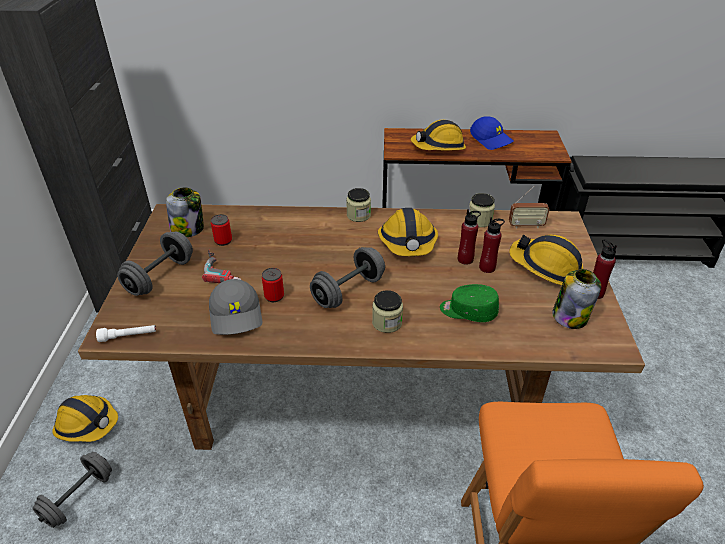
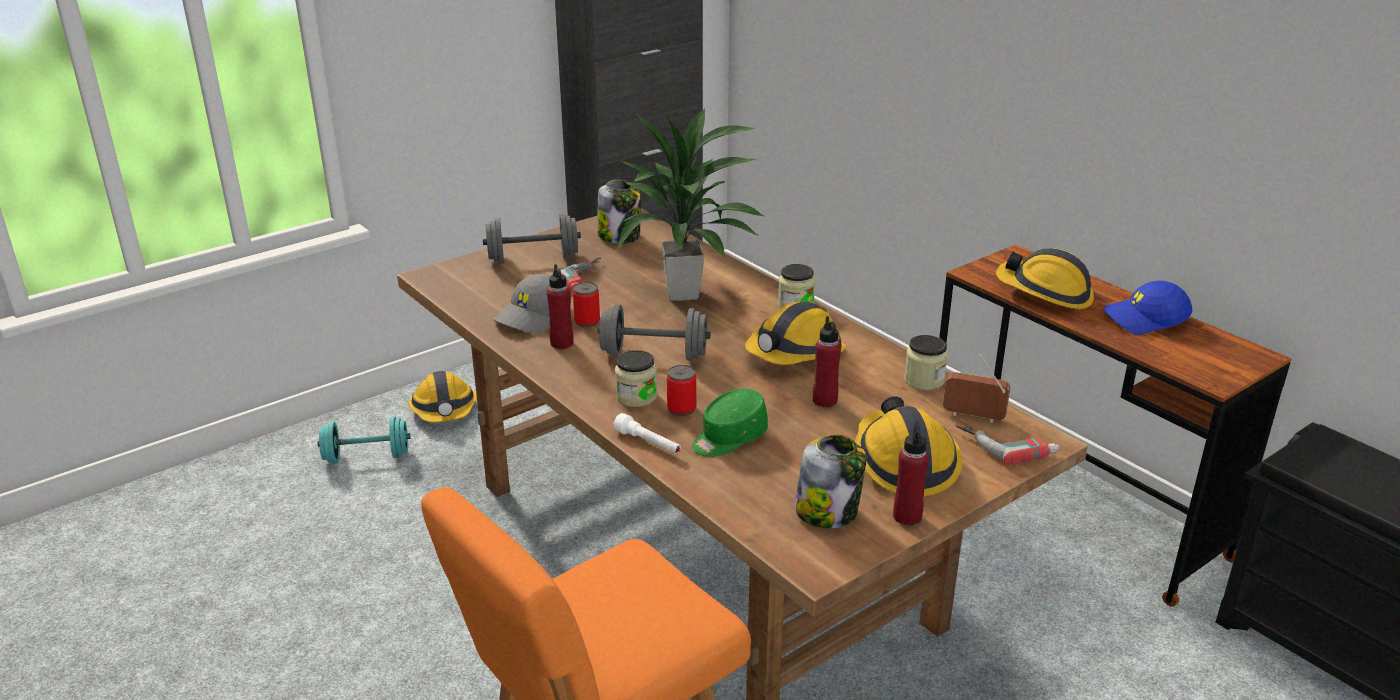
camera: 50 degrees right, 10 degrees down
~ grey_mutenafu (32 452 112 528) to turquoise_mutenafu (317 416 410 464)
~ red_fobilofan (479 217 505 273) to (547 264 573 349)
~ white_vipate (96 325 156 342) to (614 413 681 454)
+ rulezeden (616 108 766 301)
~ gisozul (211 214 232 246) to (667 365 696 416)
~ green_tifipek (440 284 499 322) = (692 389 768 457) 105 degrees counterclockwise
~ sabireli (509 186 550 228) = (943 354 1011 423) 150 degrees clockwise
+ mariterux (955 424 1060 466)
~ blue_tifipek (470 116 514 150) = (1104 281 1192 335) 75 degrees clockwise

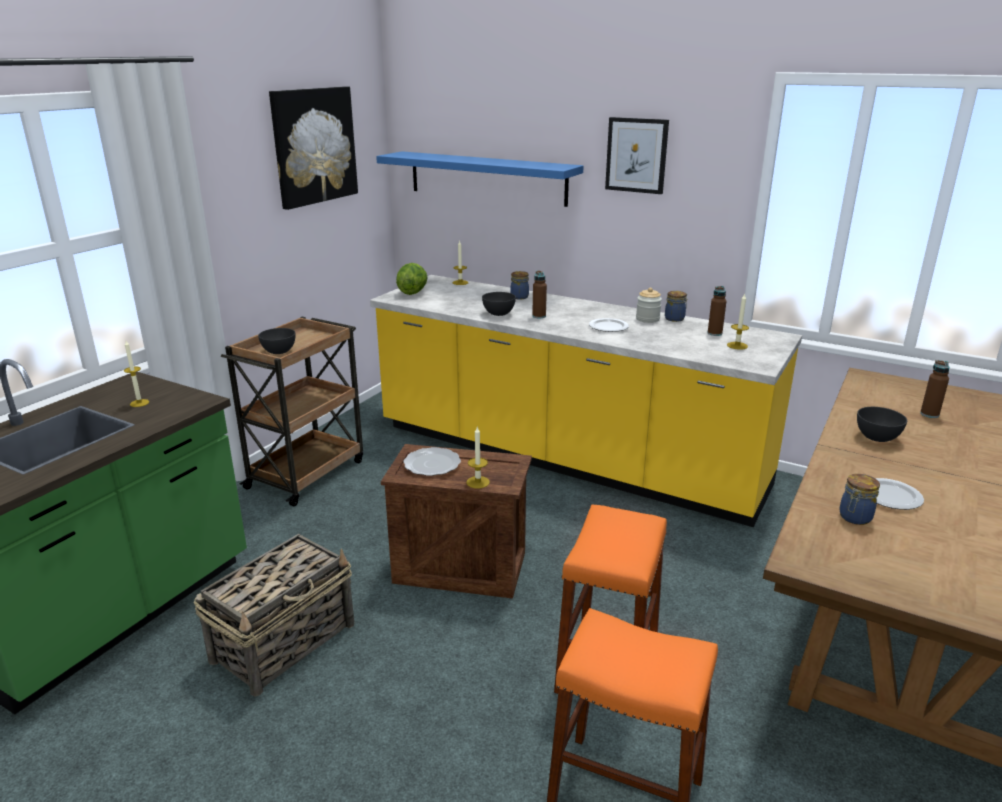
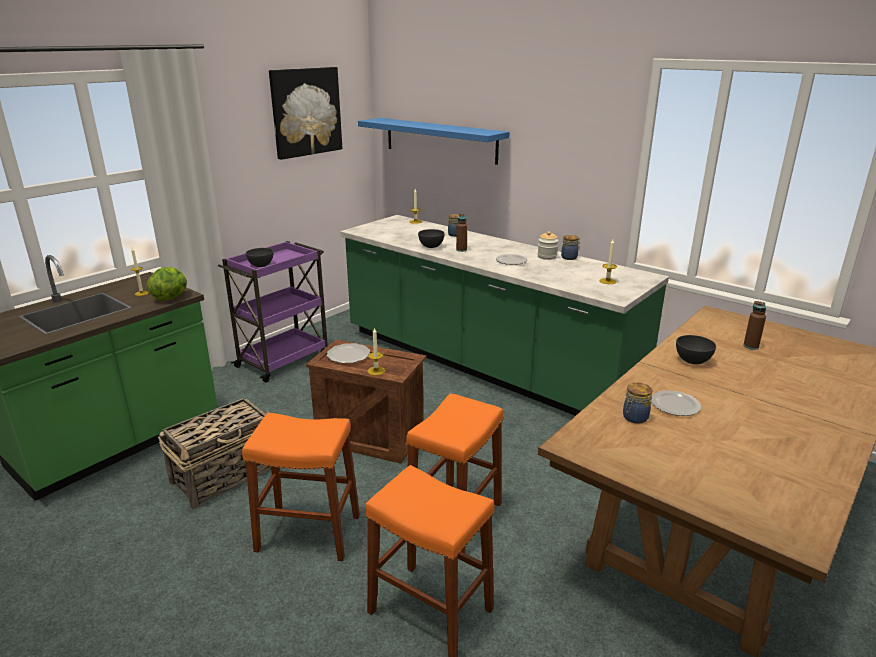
camera: 10 degrees right, 0 degrees up
~ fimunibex (396 263 428 295) to (147 267 187 301)
~ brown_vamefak (221 317 363 506) to purple_vamefak (218 241 328 383)
+ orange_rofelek (242 413 360 561)
~ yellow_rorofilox (370 275 802 527) to green_rorofilox (340 215 669 416)
- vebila (605 117 669 194)
- brown_fobilofan (708 286 727 336)

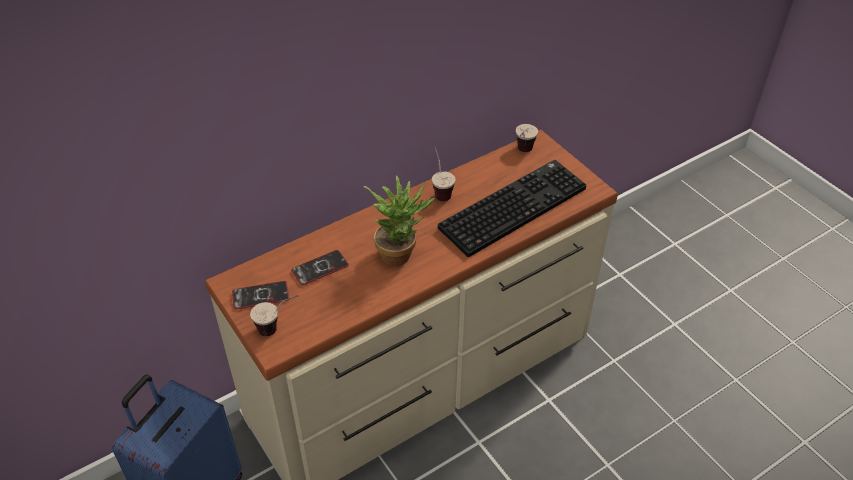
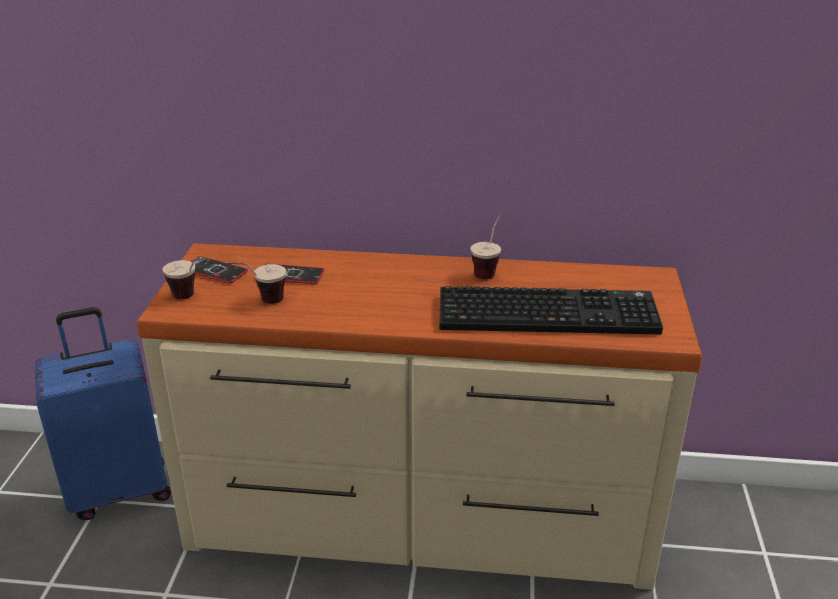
camera: 40 degrees right, 15 degrees down
~ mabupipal (516 124 538 152) to (226 262 286 304)
- rulezeden (364 176 435 266)

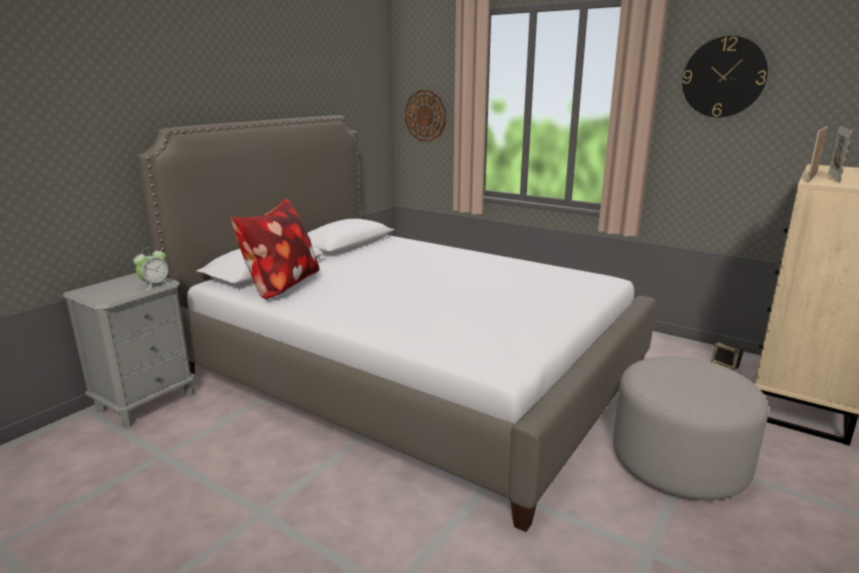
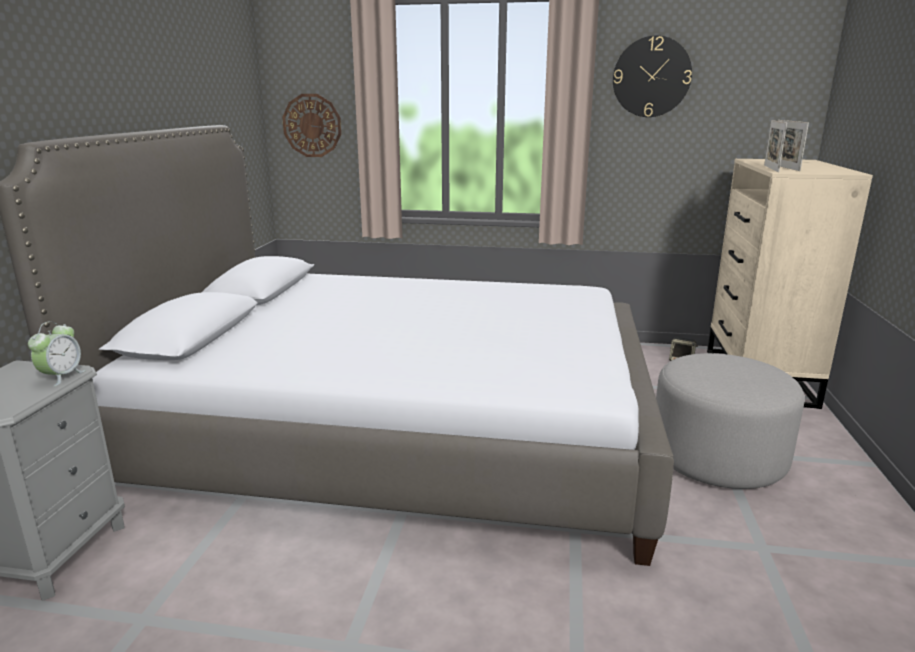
camera: 25 degrees left, 0 degrees up
- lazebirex (231 199 319 299)

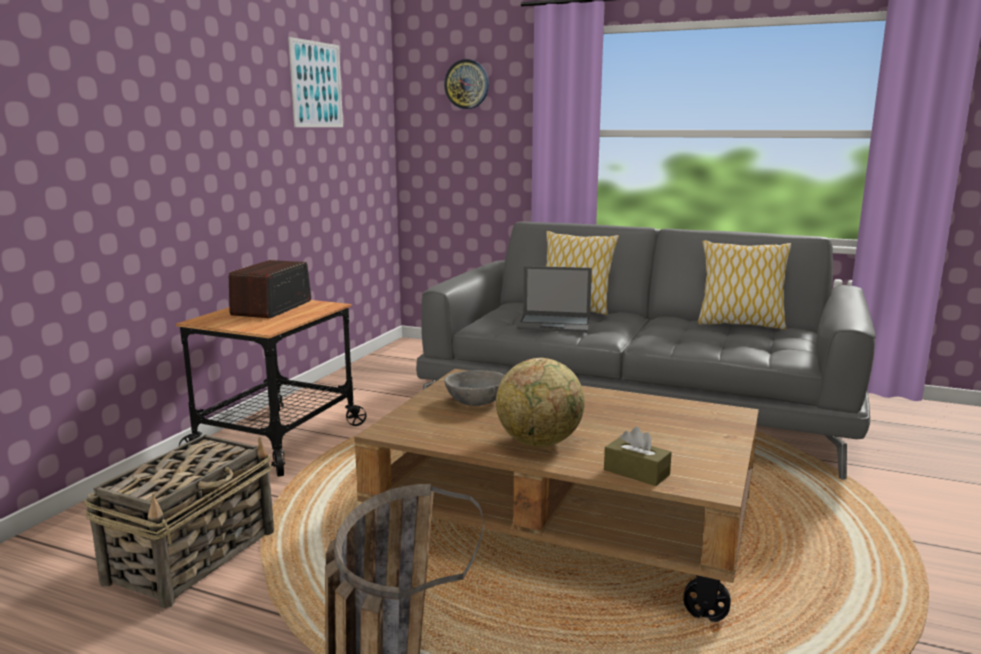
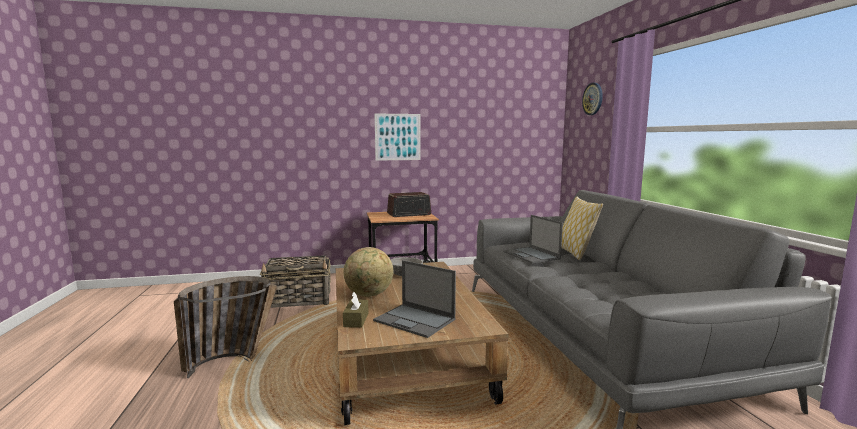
camera: 55 degrees right, 5 degrees down
+ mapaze (373 260 456 338)
~ vebila (288 37 343 127) to (375 114 421 161)
- lazebirex (698 240 791 330)

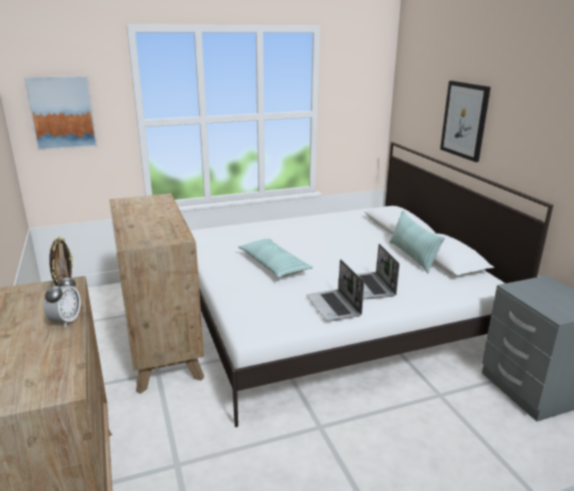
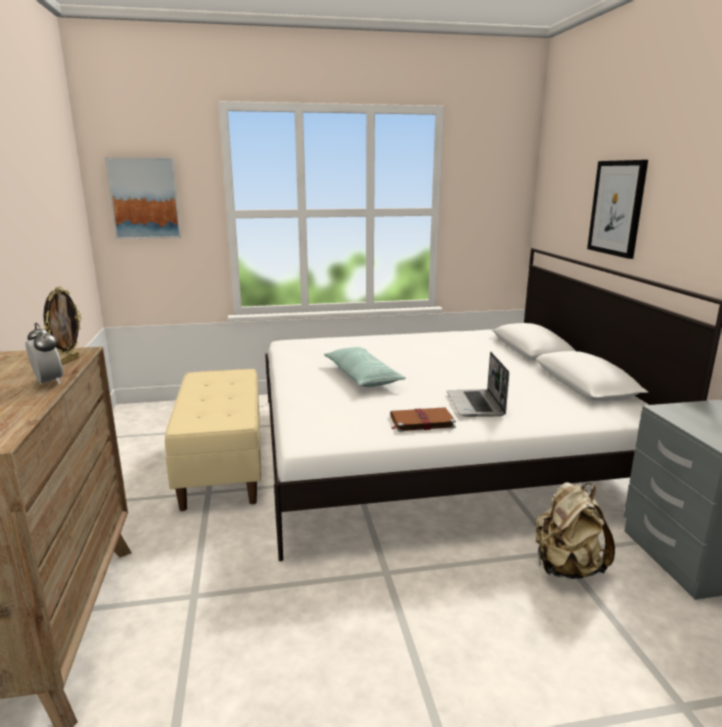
camera: 10 degrees right, 5 degrees down
~ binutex (44 274 81 328) = (25 323 64 384) 60 degrees counterclockwise
~ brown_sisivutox (109 193 204 394) to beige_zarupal (165 369 261 511)
~ mapaze (307 259 364 321) to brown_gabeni (390 407 456 432)
+ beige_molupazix (535 482 615 579)
- lazebirex (389 211 445 273)

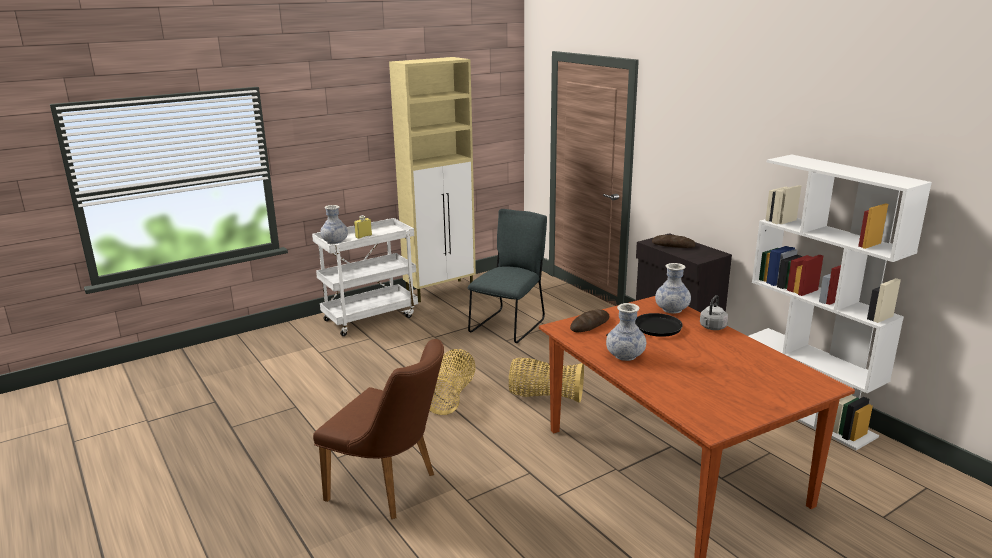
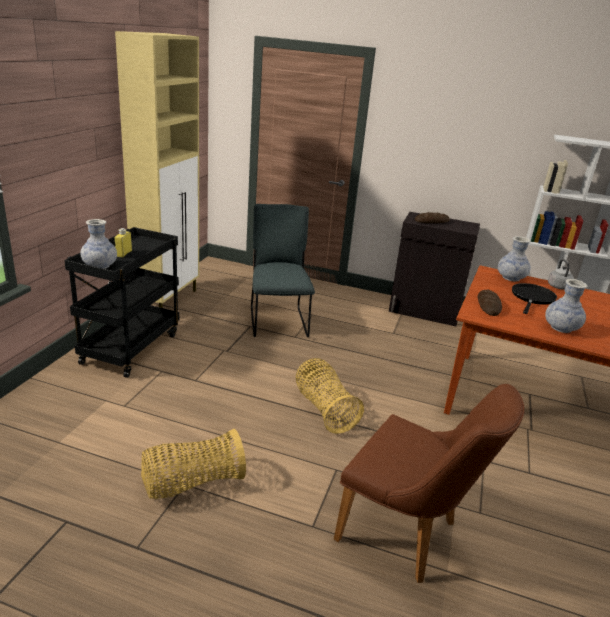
camera: 40 degrees left, 5 degrees up
~ white_vamefak (312 218 418 336) to black_vamefak (64 227 179 378)
~ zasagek (509 358 584 403) to (141 429 246 499)
~ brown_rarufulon (313 339 444 519) = (334 384 525 583) 45 degrees clockwise

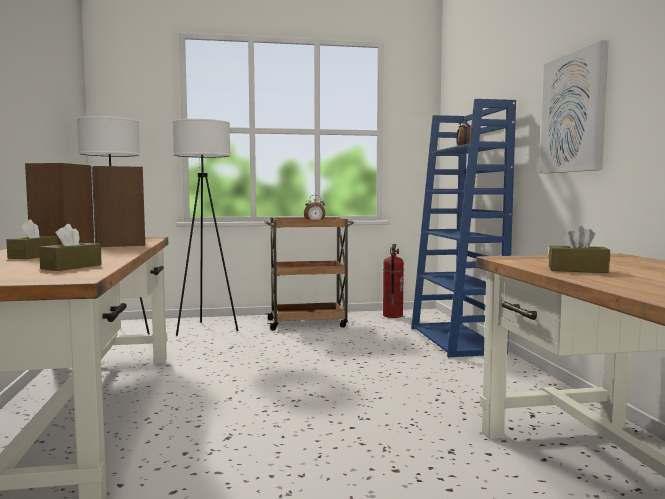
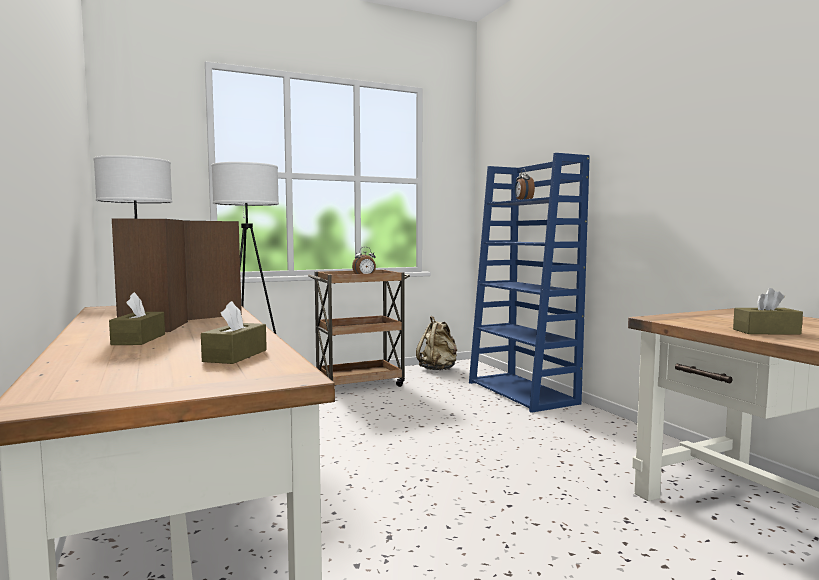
camera: 15 degrees left, 0 degrees up
~ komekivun (383 244 404 318) to beige_molupazix (416 316 457 370)
- vebila (540 40 609 174)

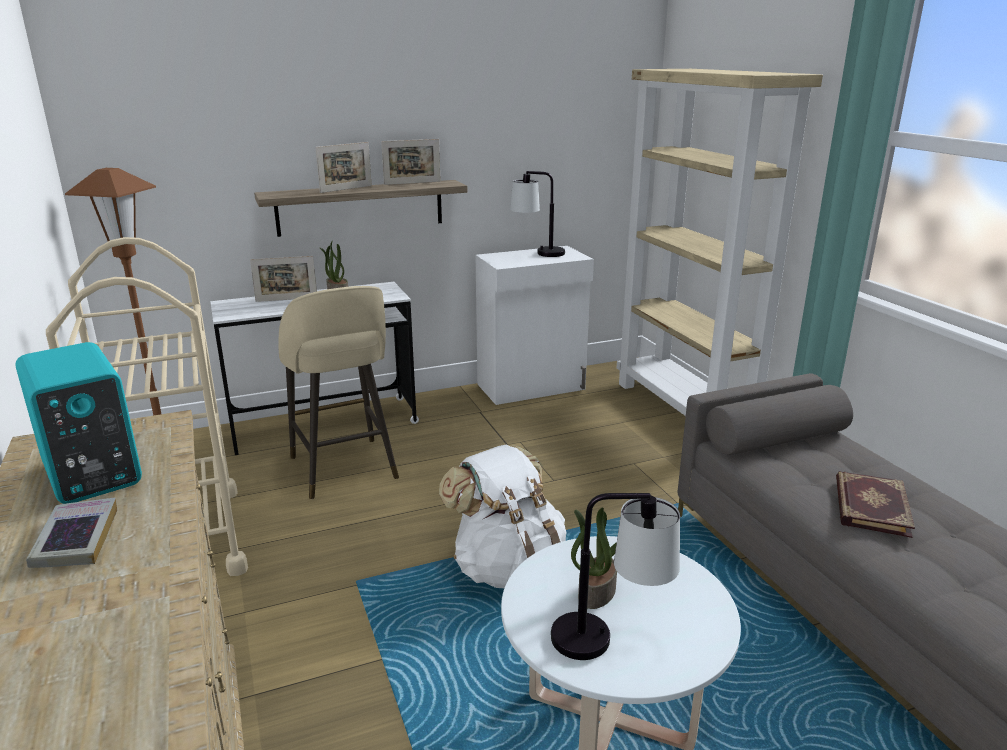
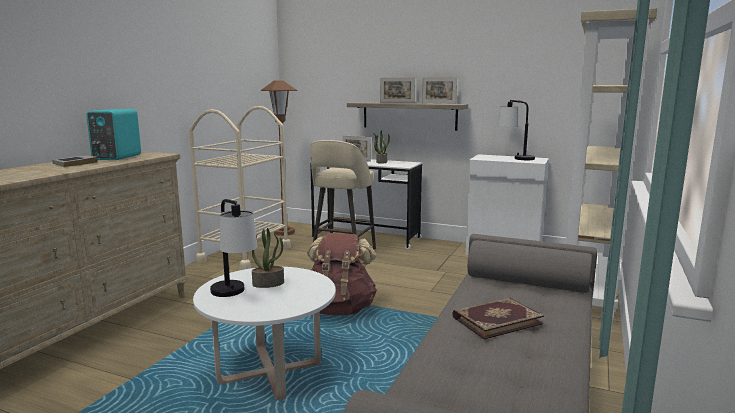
camera: 45 degrees right, 10 degrees down
~ white_molupazix (439 445 567 588) to brown_molupazix (307 233 377 315)

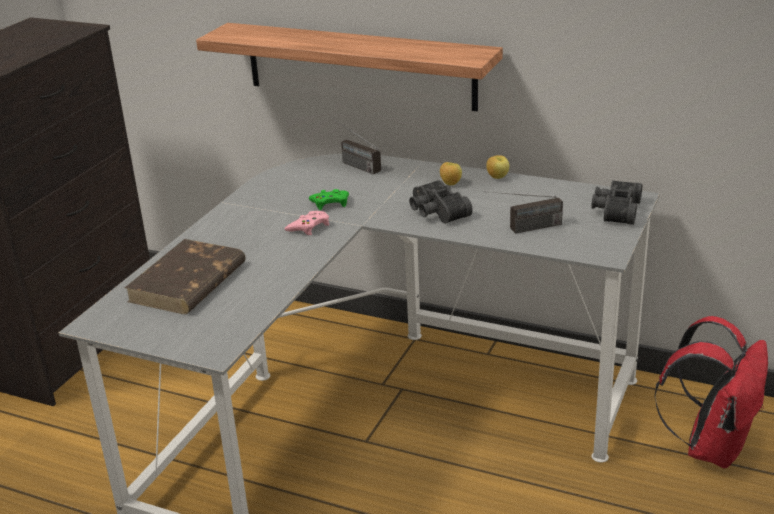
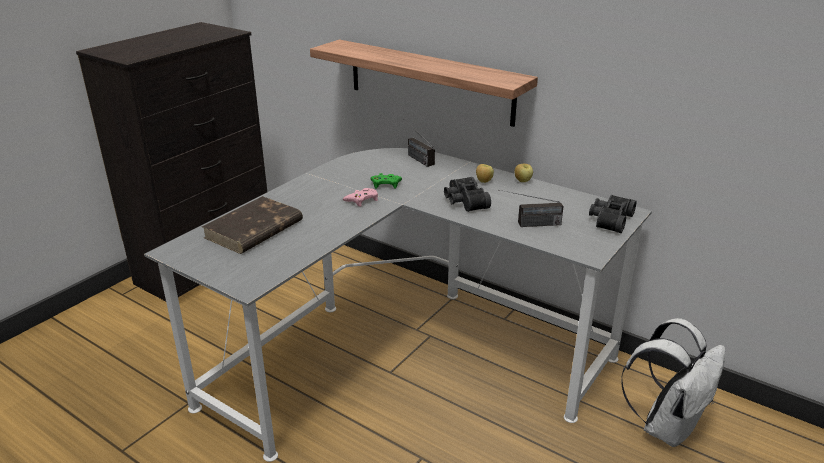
camera: 10 degrees right, 0 degrees up
~ red_molupazix (654 316 768 469) to white_molupazix (622 318 725 447)

